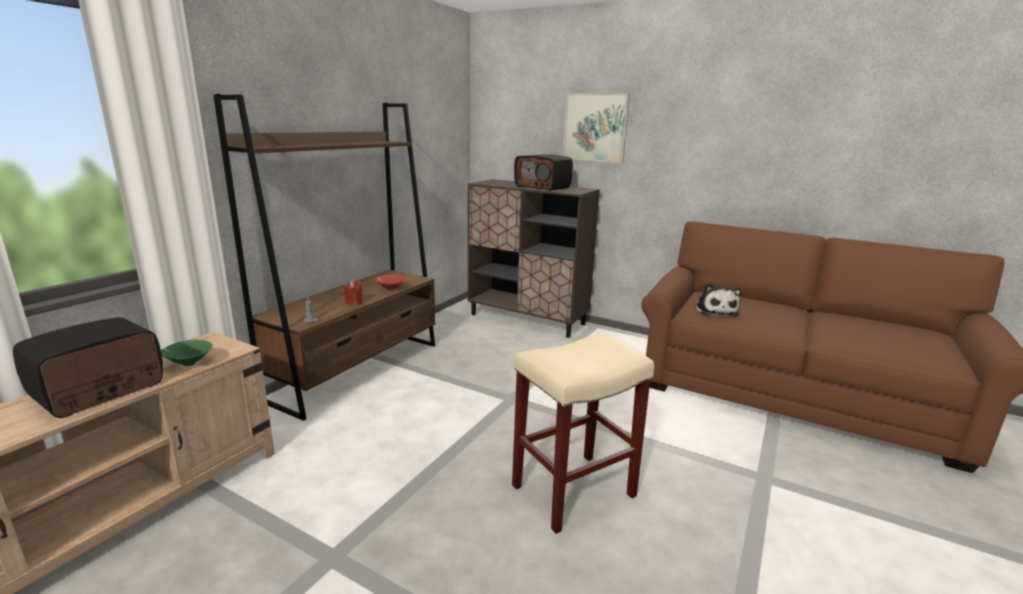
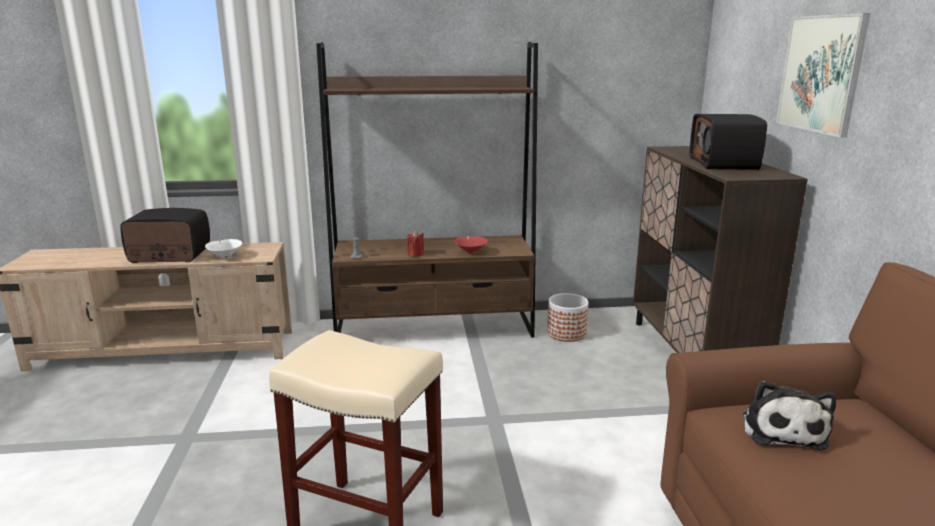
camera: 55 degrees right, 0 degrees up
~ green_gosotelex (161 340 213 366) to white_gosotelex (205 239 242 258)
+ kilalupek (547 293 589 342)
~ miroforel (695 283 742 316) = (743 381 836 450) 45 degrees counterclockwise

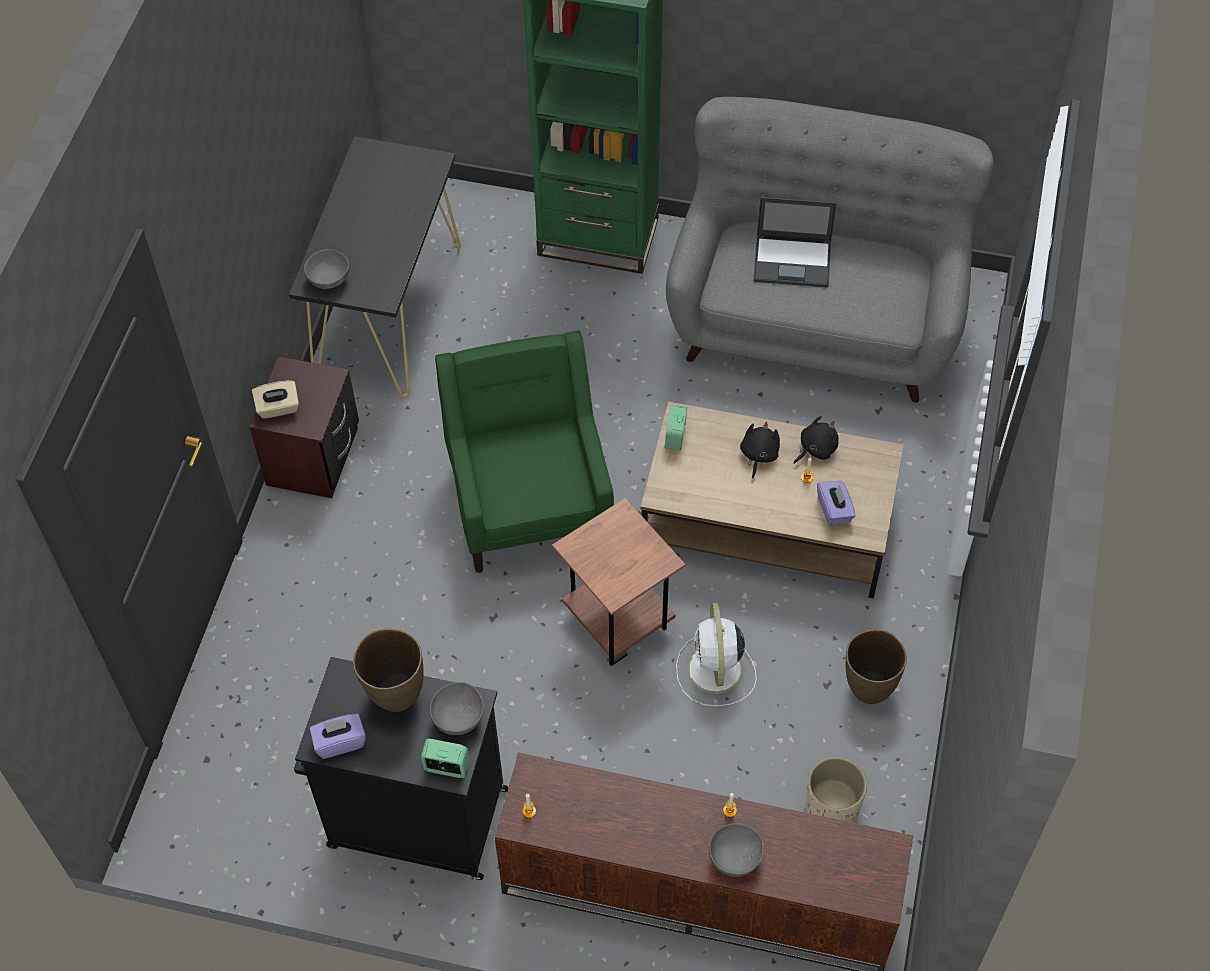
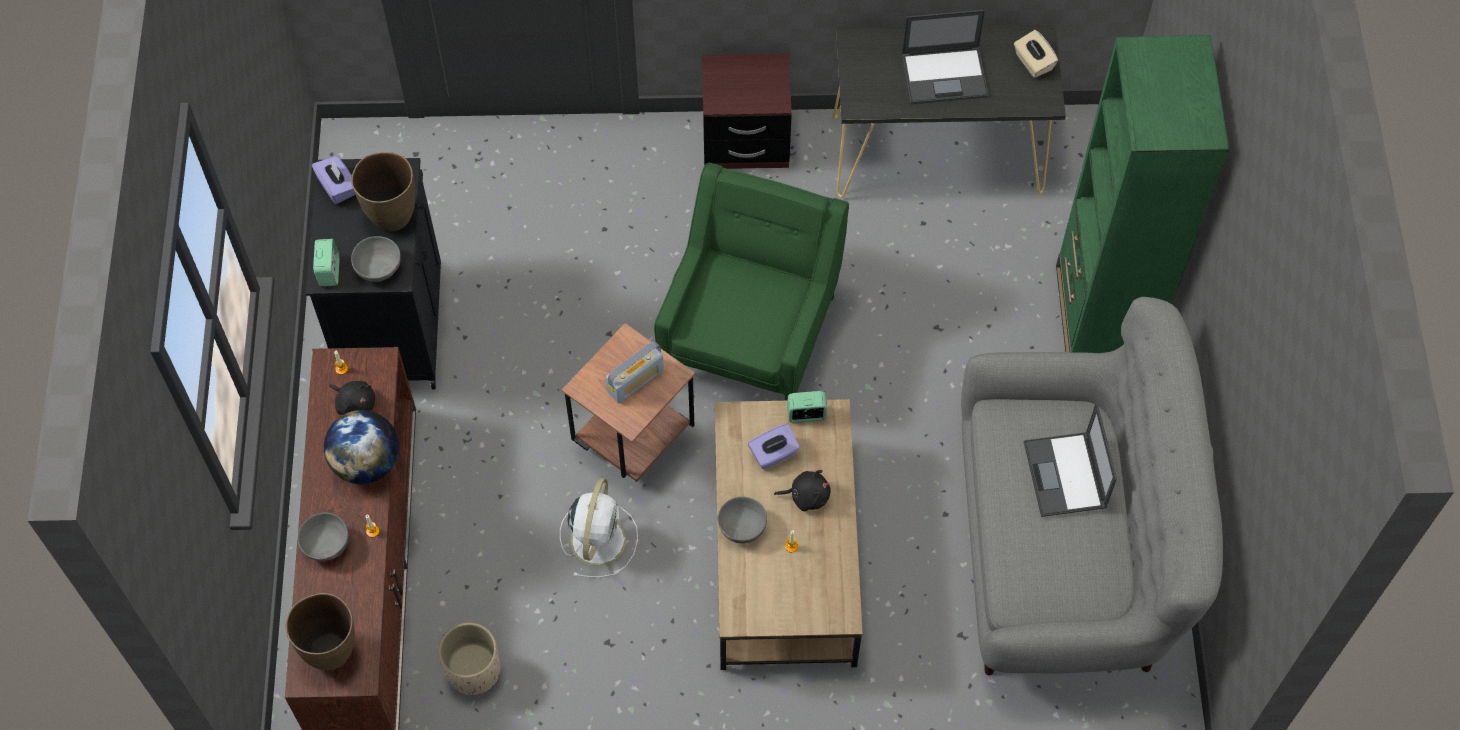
camera: 75 degrees right, 5 degrees up
~ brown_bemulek (846 630 907 704) to (286 593 355 671)
+ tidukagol (324 410 399 484)
~ black_miroforel (794 416 839 464) to (329 381 375 415)
~ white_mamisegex (676 603 757 707) = (560 478 638 578) 120 degrees clockwise
+ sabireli (606 341 664 403)
~ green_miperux (435 331 614 573) = (654 163 849 401) 45 degrees counterclockwise
~ grey_gosotelex (304 249 349 289) to (718 496 767 544)
~ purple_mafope (817 481 856 526) to (748 424 800 469)
+ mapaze (902 10 989 104)
~ beige_mafope (252 381 299 419) to (1014 30 1058 78)

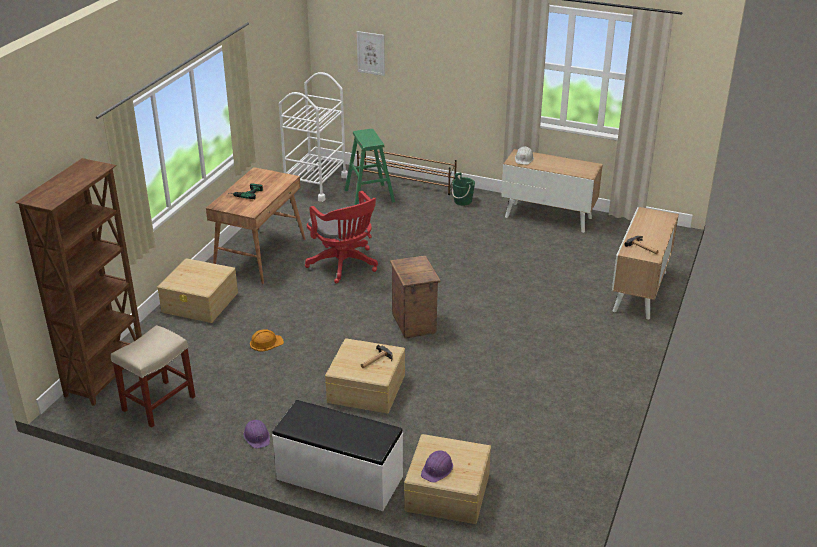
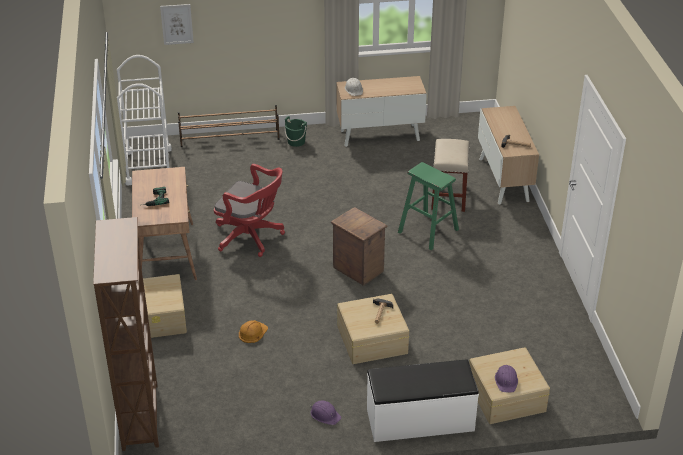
camera: 30 degrees left, 5 degrees up
~ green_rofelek (345 129 395 205) to (398 162 459 250)
~ beige_rofelek (111 325 195 428) to (431 139 469 212)

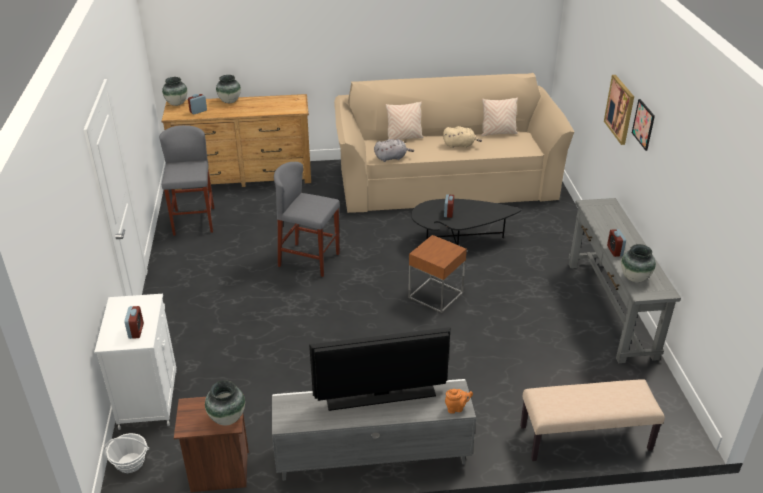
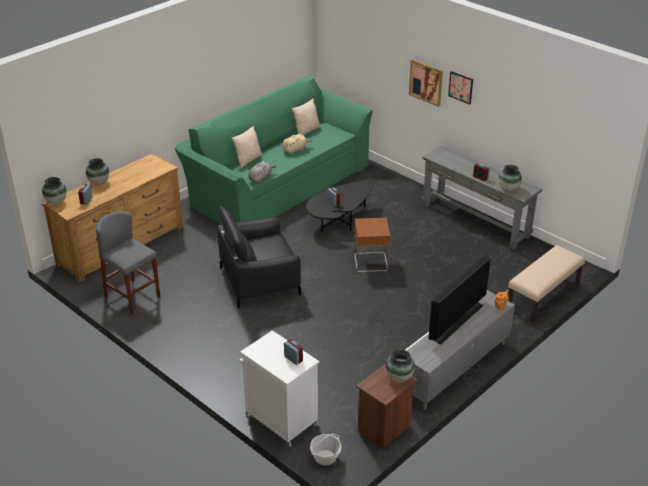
camera: 40 degrees left, 0 degrees up
~ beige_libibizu (334 73 574 213) to green_libibizu (175 76 373 225)
~ grey_rofelek (274 162 340 277) to black_miperux (217 206 301 309)

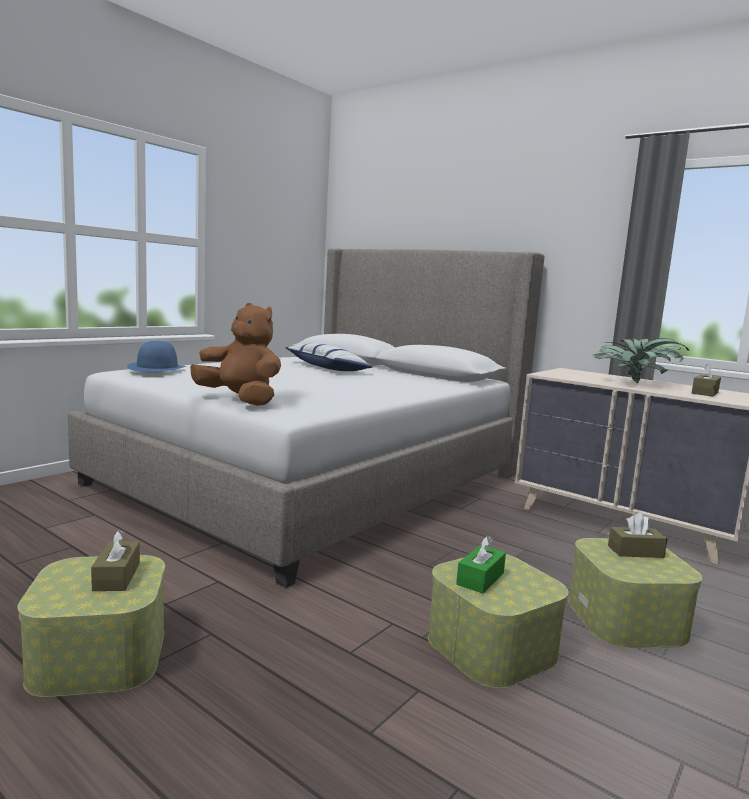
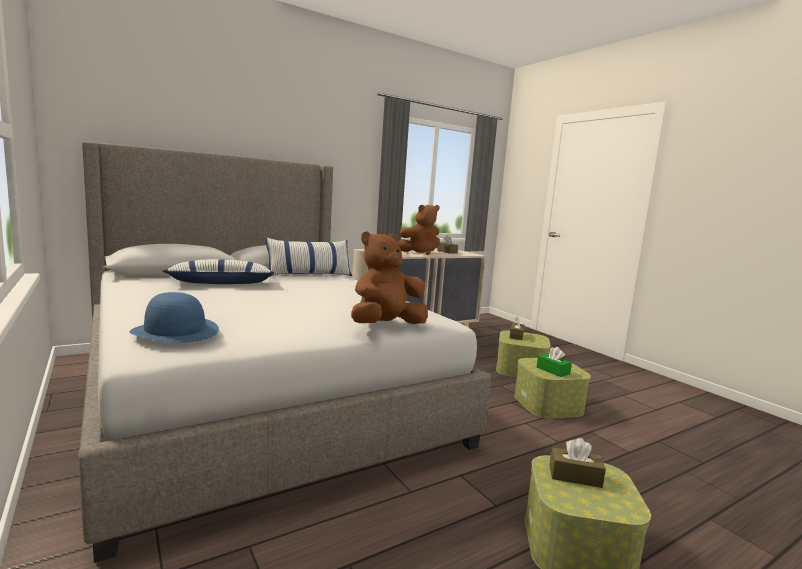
camera: 70 degrees left, 0 degrees up
+ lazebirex (265 237 352 277)
~ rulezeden (594 338 690 384) to brown_miroforel (398 205 440 255)

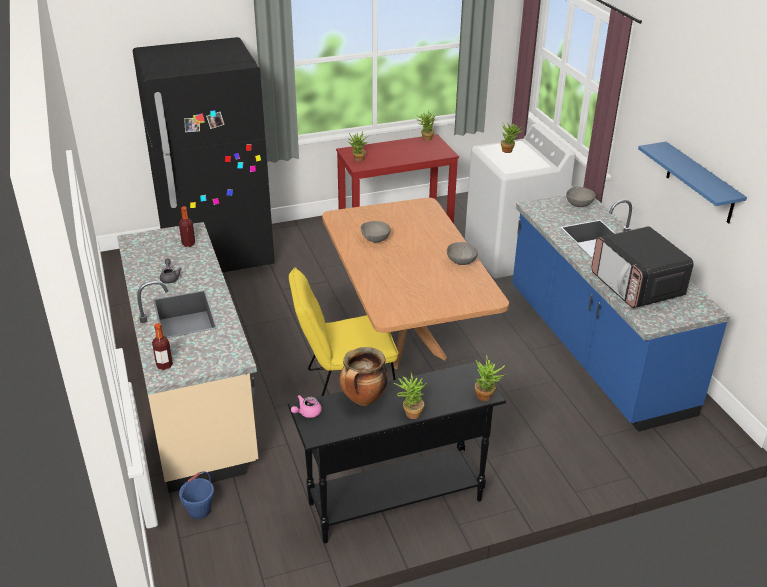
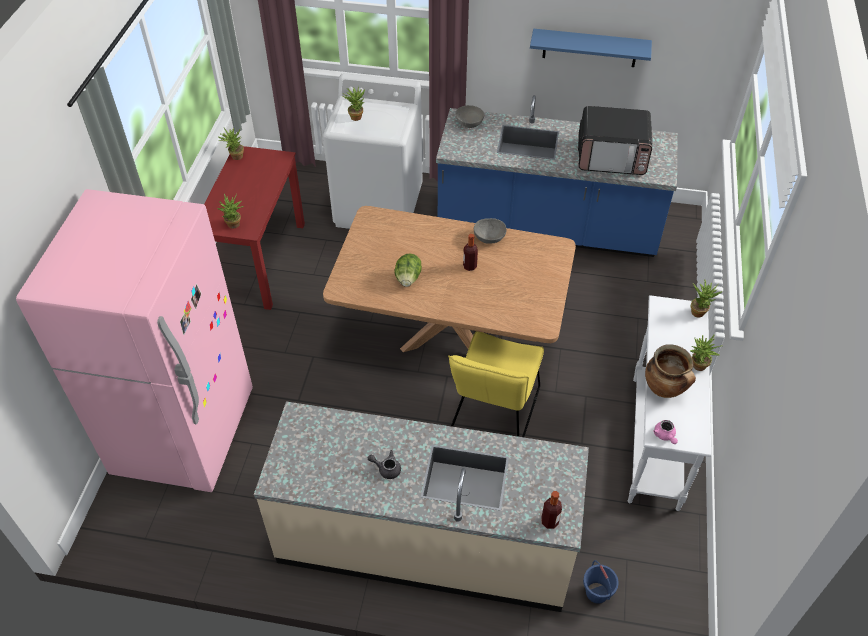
camera: 60 degrees left, 15 degrees up
~ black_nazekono (133 37 275 273) to pink_nazekono (16 189 253 492)
~ grey_gosotelex (361 221 391 243) to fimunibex (394 253 422 287)
~ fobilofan (179 206 195 247) to (463 234 478 271)
~ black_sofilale (288 361 506 543) to white_sofilale (628 295 711 511)

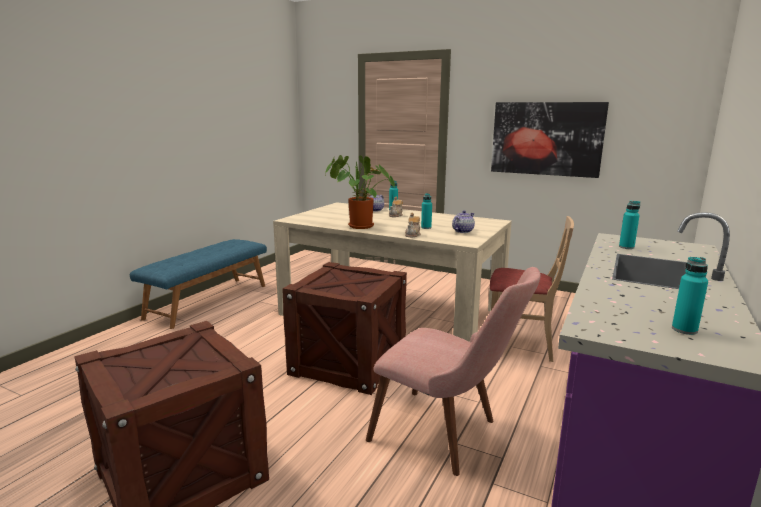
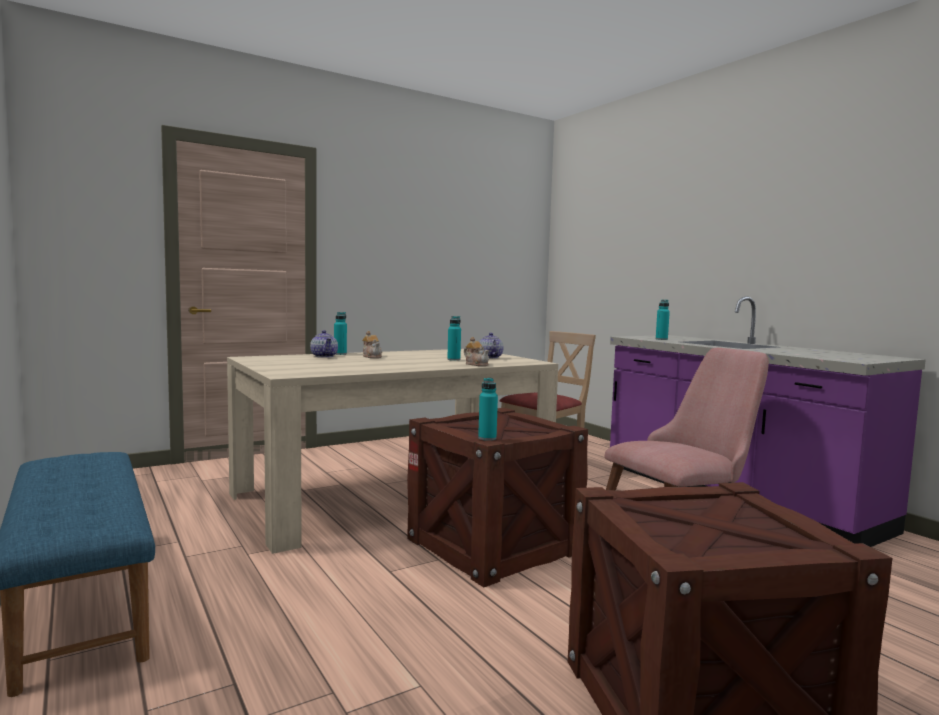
camera: 60 degrees left, 10 degrees down
~ turquoise_fobilofan (672 257 708 335) to (478 378 498 441)
- rulezeden (325 155 395 229)
- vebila (491 102 609 178)

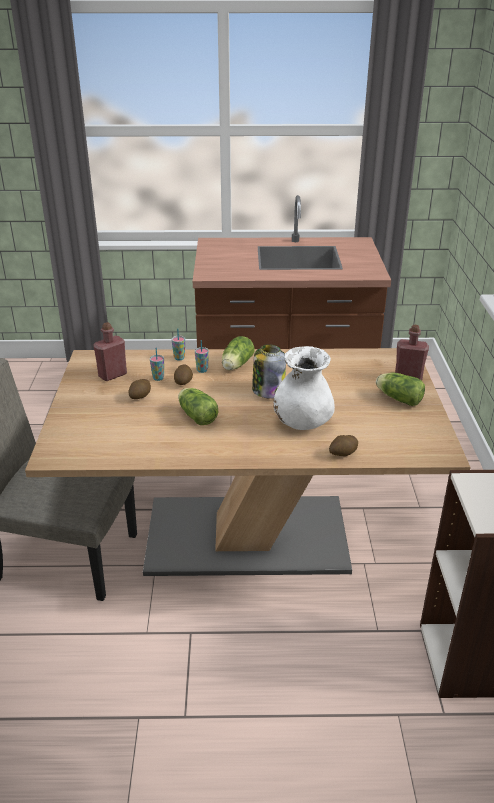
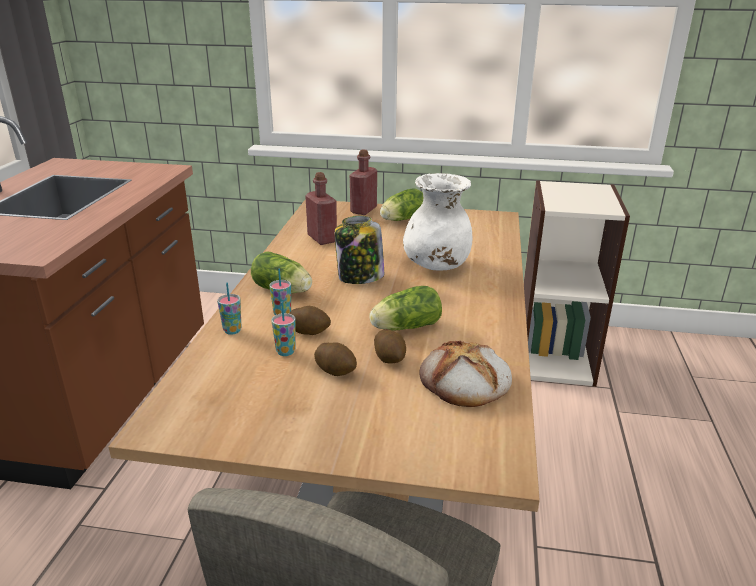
camera: 80 degrees left, 5 degrees down
~ red_fobilofan (93 322 127 381) to (305 172 337 245)
~ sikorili (329 435 358 456) to (374 329 406 364)
+ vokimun (420 340 512 407)

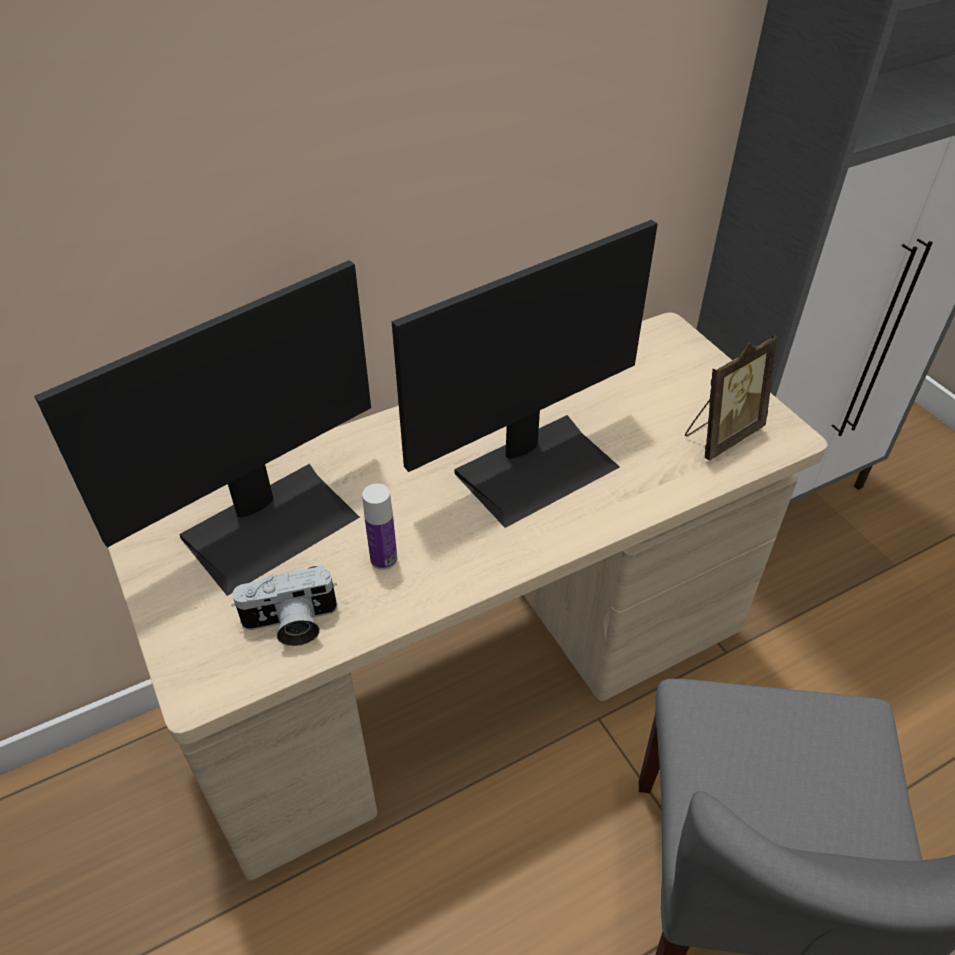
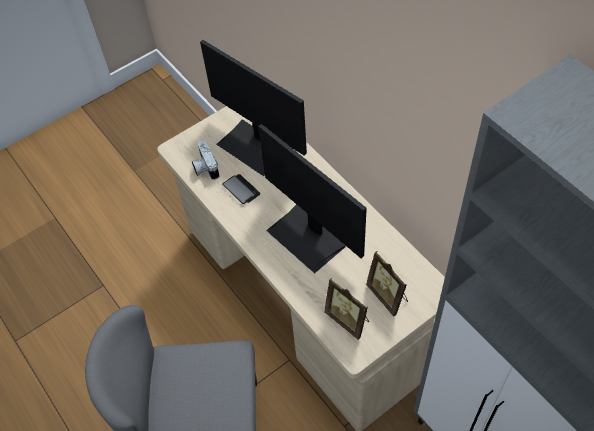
camera: 85 degrees right, 10 degrees up
~ fobilofan (362 484 397 570) to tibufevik (222 174 260 204)
+ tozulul (366 251 408 317)

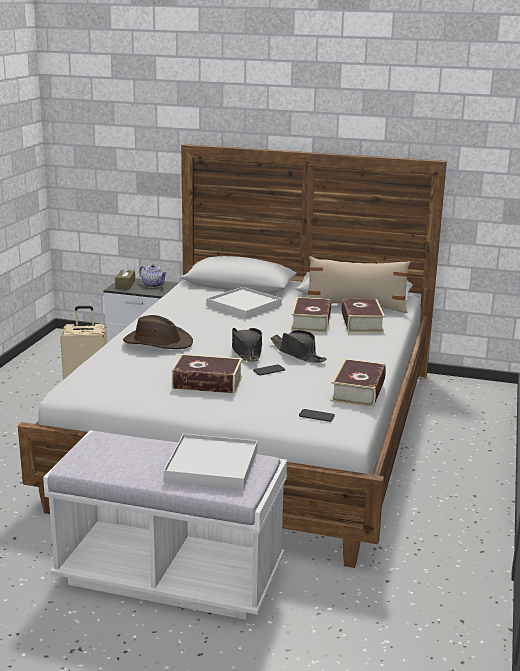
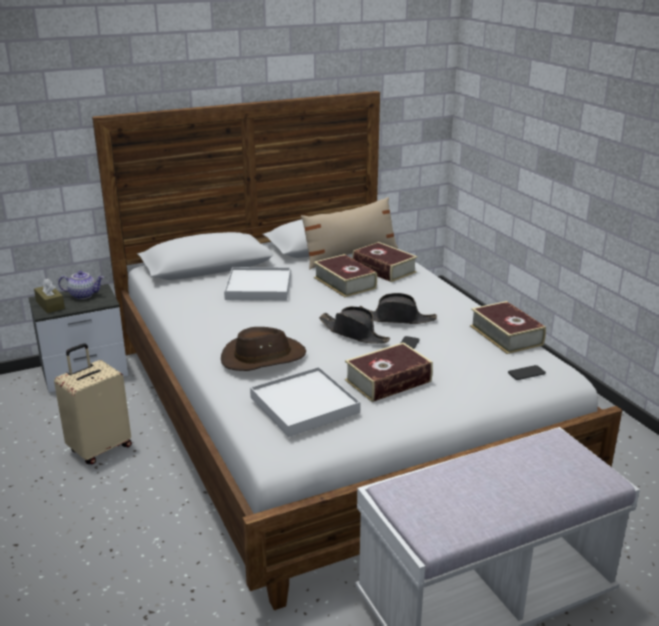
camera: 40 degrees left, 5 degrees up
~ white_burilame (163 434 258 490) to (250 367 361 437)

